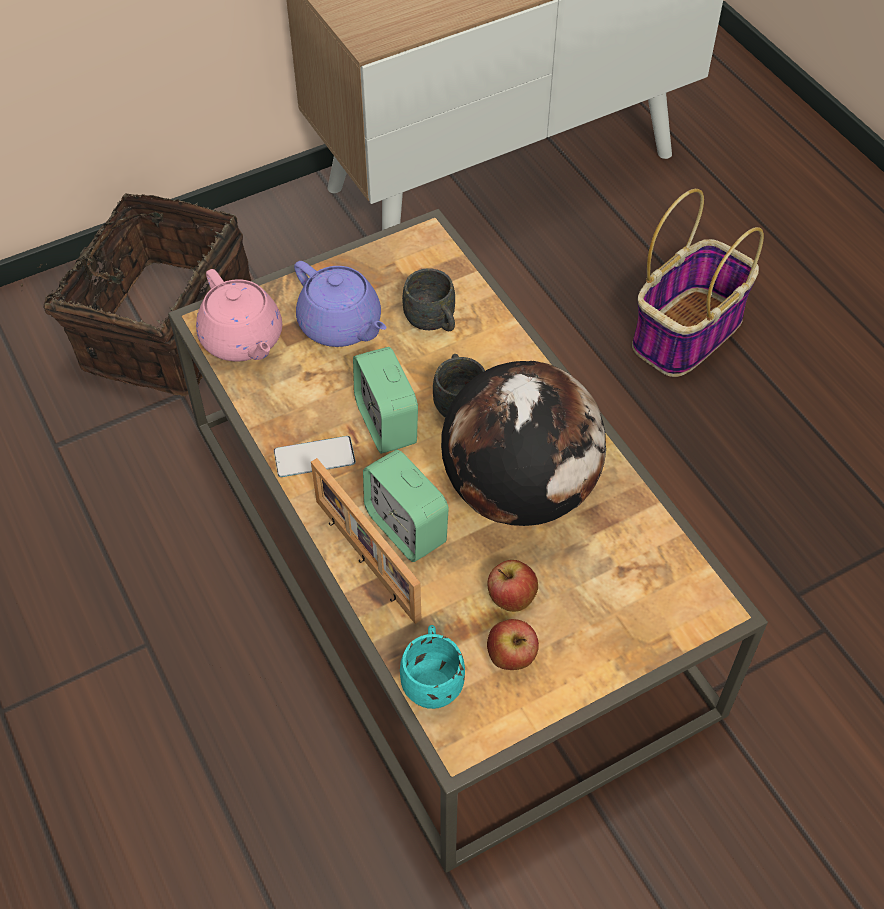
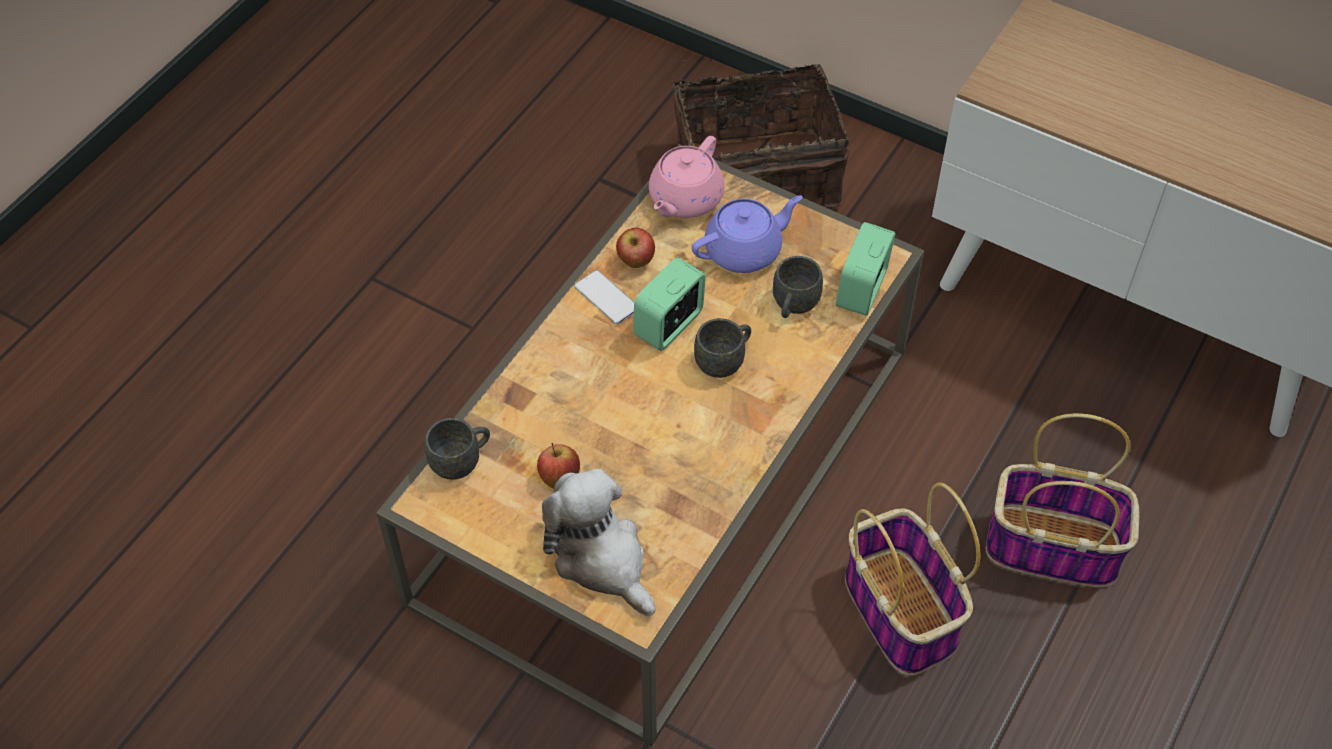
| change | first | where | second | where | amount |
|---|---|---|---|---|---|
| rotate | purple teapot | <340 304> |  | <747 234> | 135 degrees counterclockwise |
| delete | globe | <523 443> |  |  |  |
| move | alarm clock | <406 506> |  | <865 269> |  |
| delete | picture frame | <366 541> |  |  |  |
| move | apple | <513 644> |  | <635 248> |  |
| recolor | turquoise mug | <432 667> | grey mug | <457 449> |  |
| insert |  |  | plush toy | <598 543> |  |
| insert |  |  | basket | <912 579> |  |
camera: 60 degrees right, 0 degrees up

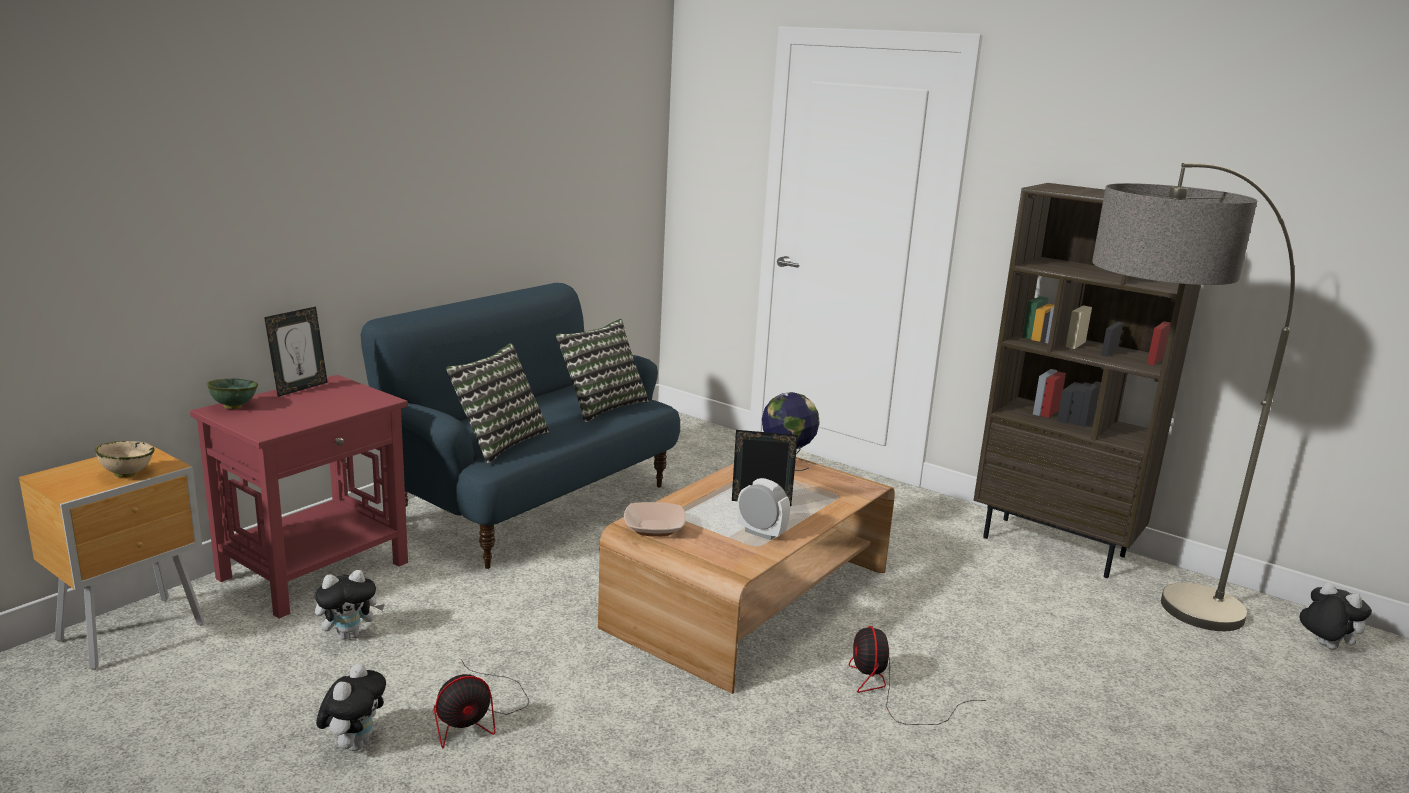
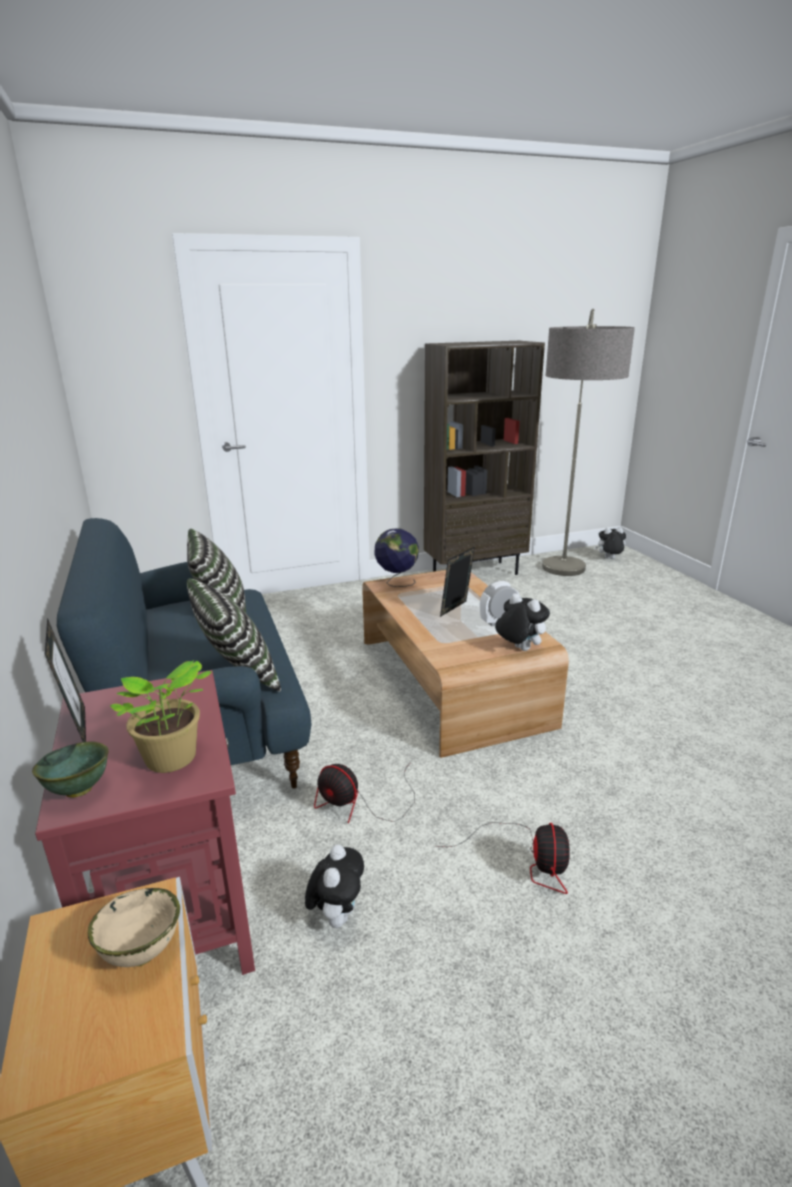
| change | first | where | second | where | amount |
|---|---|---|---|---|---|
| delete | bowl | <655 519> |  |  |  |
| move | fan | <918 675> |  | <364 792> |  |
| move | plush toy | <351 707> |  | <522 622> |  |
| insert |  |  | potted plant | <161 716> |  |
camera: 55 degrees left, 5 degrees up

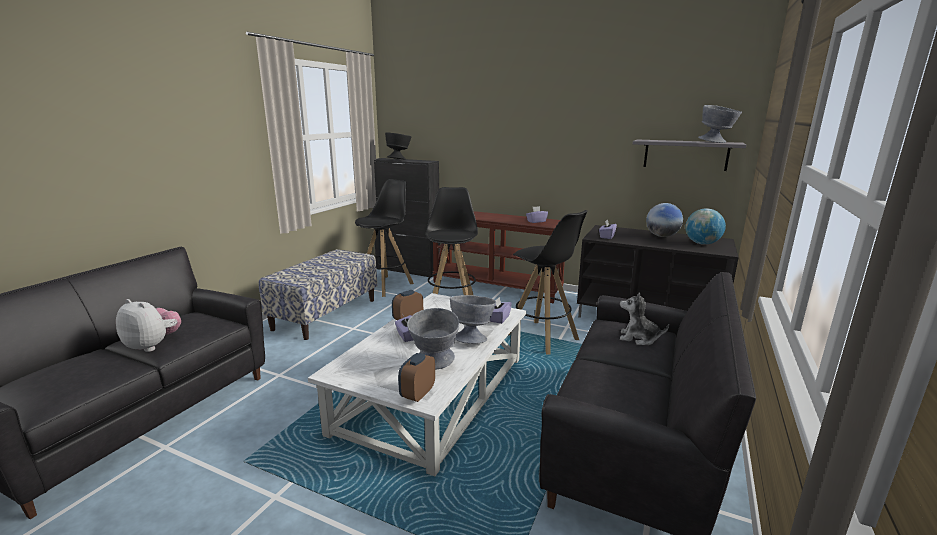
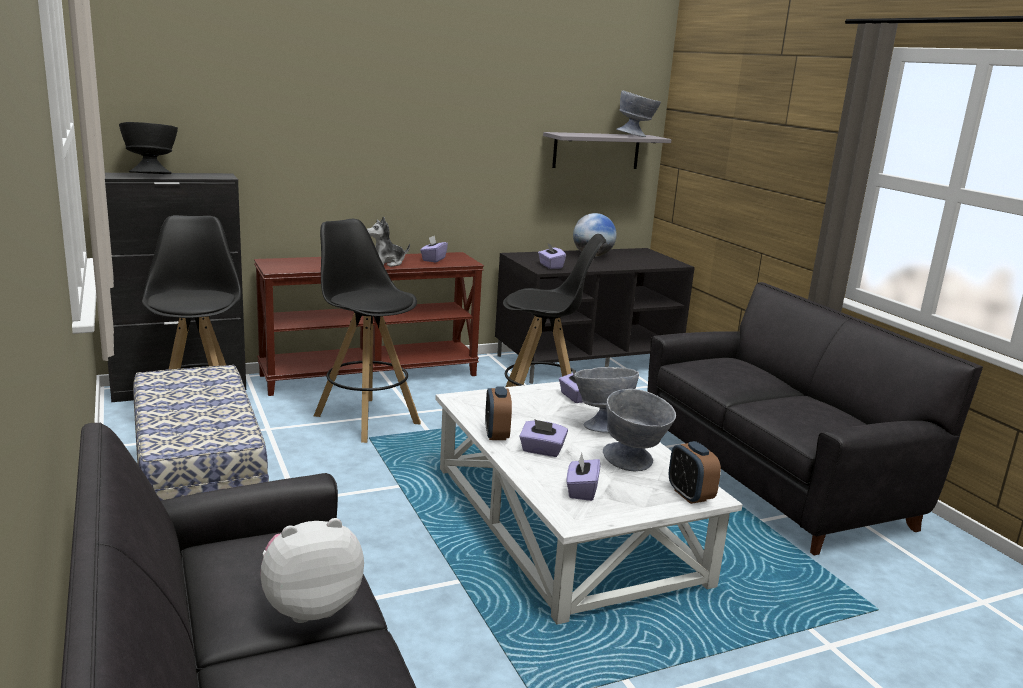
| change | first | where | second | where | amount |
|---|---|---|---|---|---|
| delete | globe | <705 227> |  |  |  |
| move | plush toy | <644 318> |  | <388 241> |  |
| insert |  |  | purple tissue box | <583 477> |  |
camera: 50 degrees left, 0 degrees up

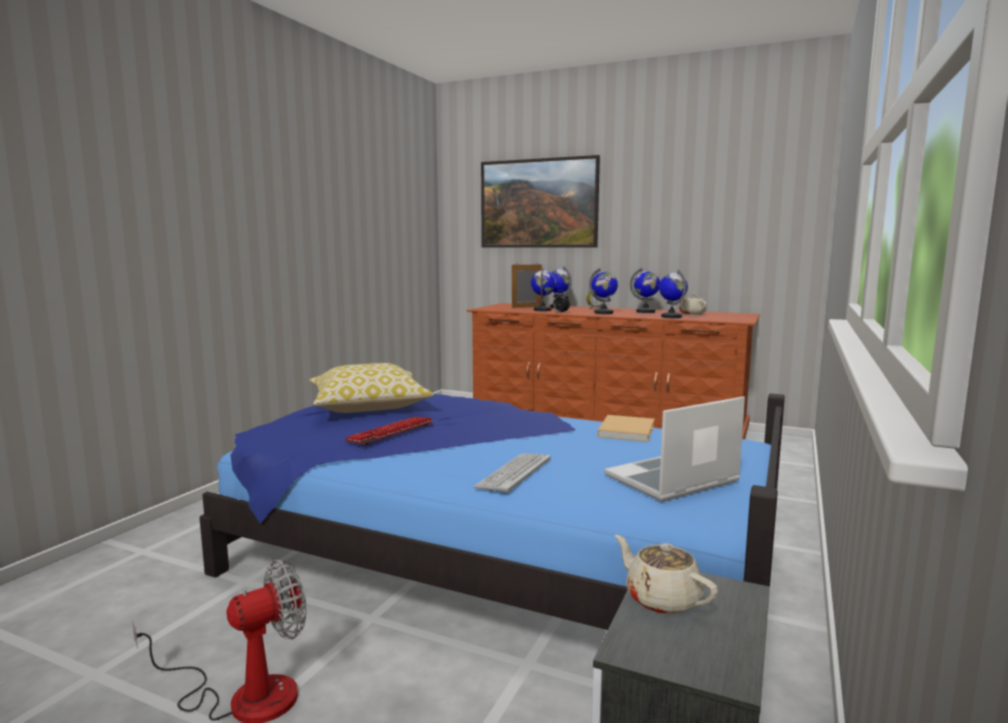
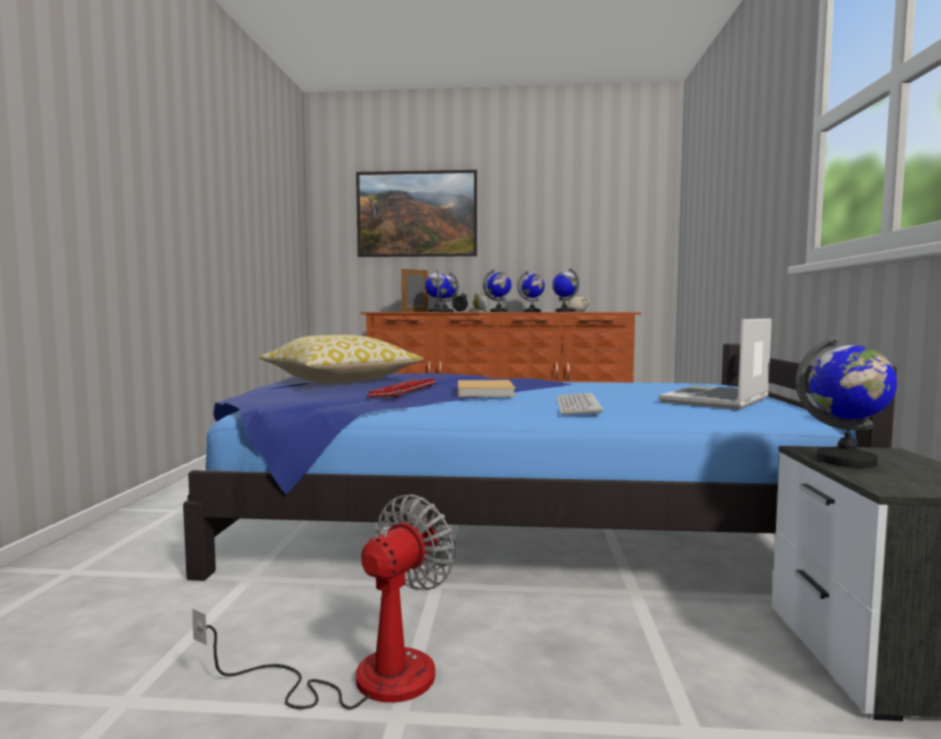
| change | first | where | second | where | amount |
|---|---|---|---|---|---|
| move | beige book | <626 428> |  | <487 388> |  |
| replace | beige teapot | <666 575> | globe | <846 401> |  |
camera: 20 degrees left, 5 degrees down

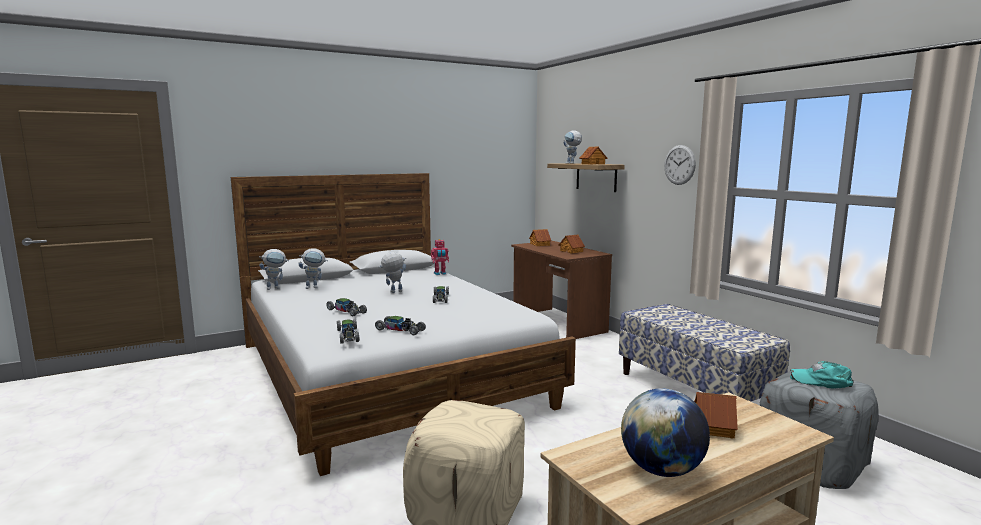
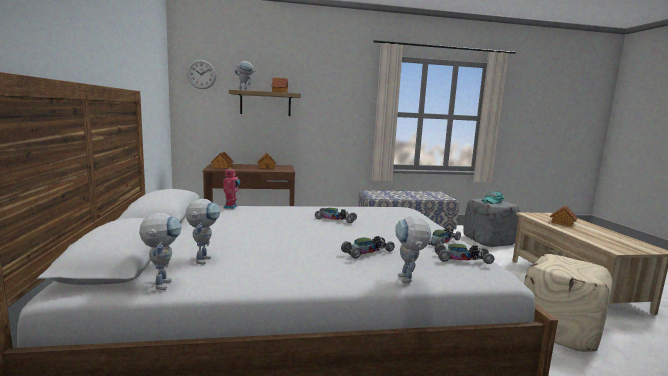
| change | first | where | second | where | amount |
|---|---|---|---|---|---|
| move | wall clock | <680 165> |  | <202 74> |  |
| move | toy robot | <392 272> |  | <413 249> |  |
| delete | globe | <665 432> |  |  |  |
camera: 70 degrees left, 0 degrees up

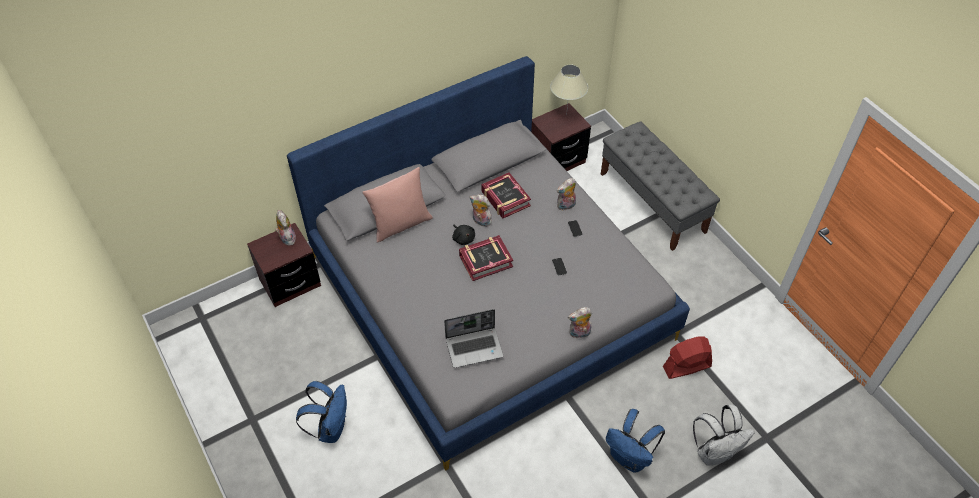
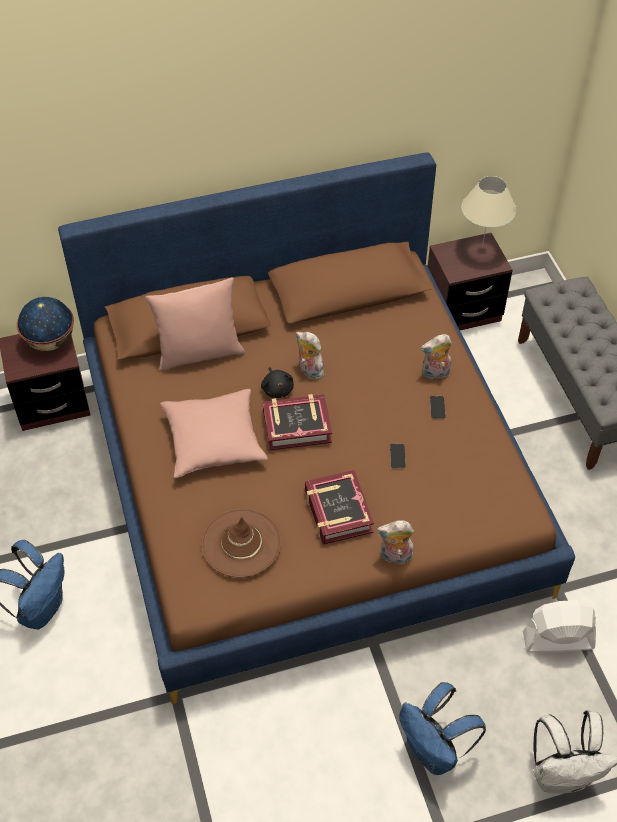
| change | first | where | second | where | amount |
|---|---|---|---|---|---|
| recolor | grey bed | <488 263> | brown bed | <316 428> |  |
| move | book | <506 196> |  | <339 507> |  |
| replace | plush toy | <285 228> | globe | <45 324> |  |
| replace | laptop | <473 338> | brown hat | <241 543> |  |
| recolor | red fan | <687 358> | white fan | <560 626> |  |
| insert |  |  | pink pillow | <214 433> |  |
camera: 15 degrees right, 0 degrees up

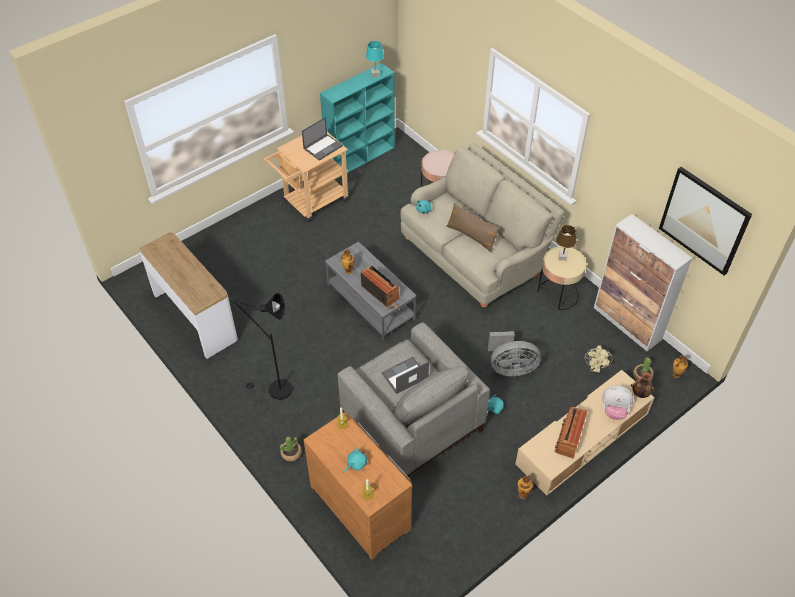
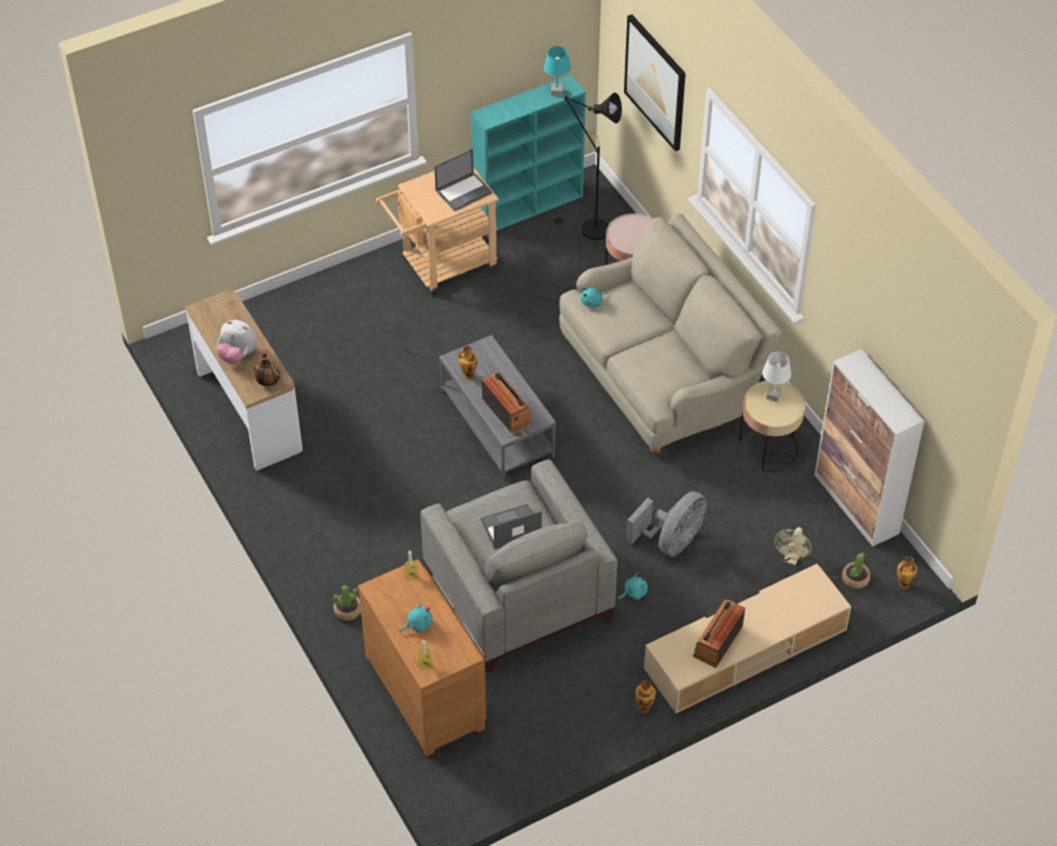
| change | first | where | second | where | amount |
|---|---|---|---|---|---|
| move | picture | <705 221> |  | <655 82> |  |
| delete | brown pillow | <473 228> |  |  |  |
| recolor | brown table lamp | <566 243> | white table lamp | <776 377> |  |
| move | black floor lamp | <263 346> |  | <586 166> |  |
| rotate | grey fan | <514 353> |  | <666 523> | 60 degrees counterclockwise |
| move | vase | <643 385> |  | <267 368> |  |
| move | plush toy | <617 403> |  | <237 342> |  |
camera: 10 degrees right, 0 degrees up

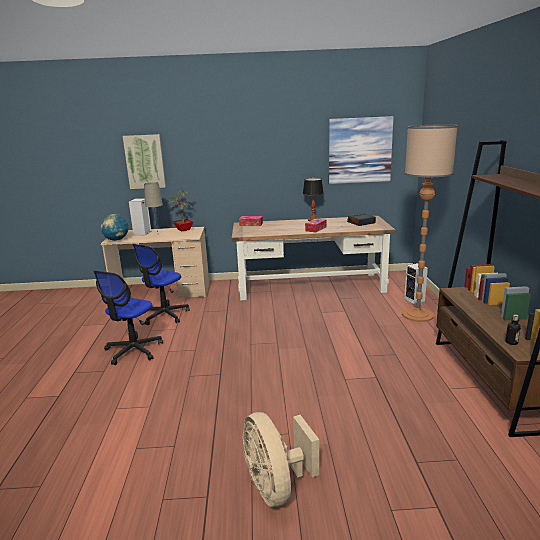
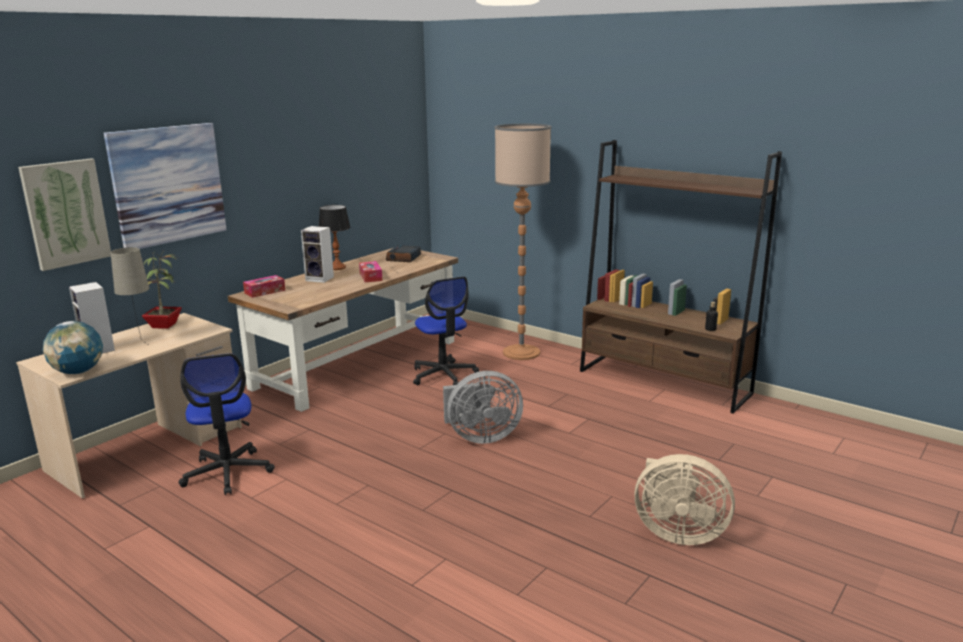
| change | first | where | second | where | amount |
|---|---|---|---|---|---|
| move | picture | <361 150> |  | <165 186> |  |
| move | speaker | <416 283> |  | <317 254> |  |
| move | office chair | <128 317> |  | <446 330> |  |
| insert |  |  | grey fan | <483 407> |  |
camera: 50 degrees left, 0 degrees up

